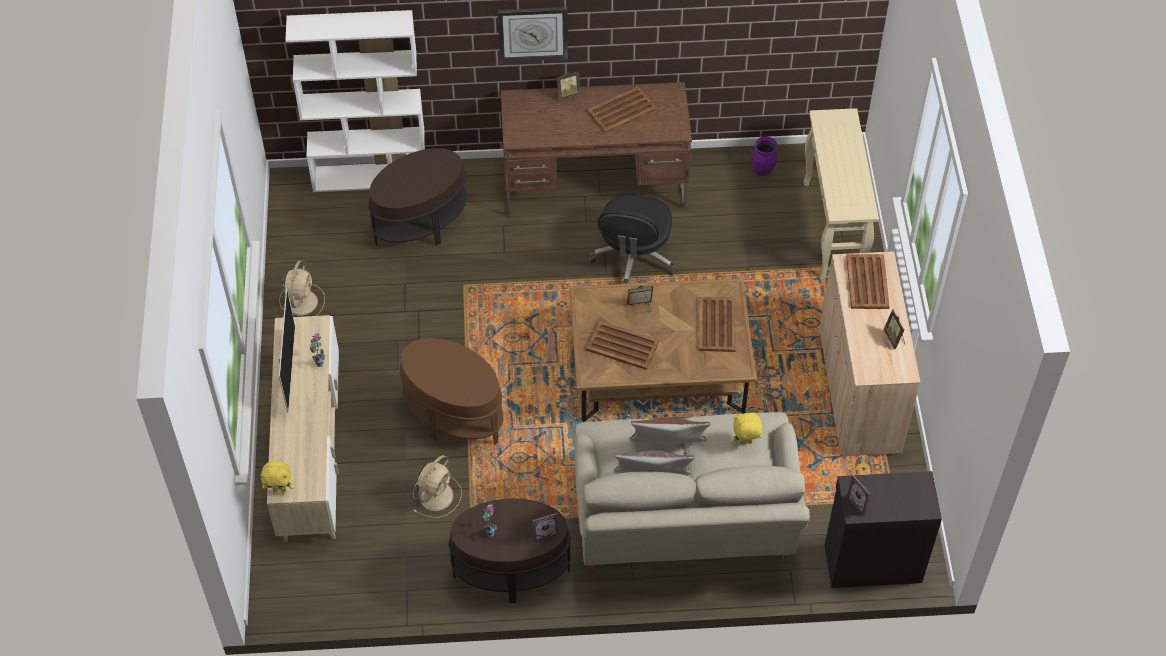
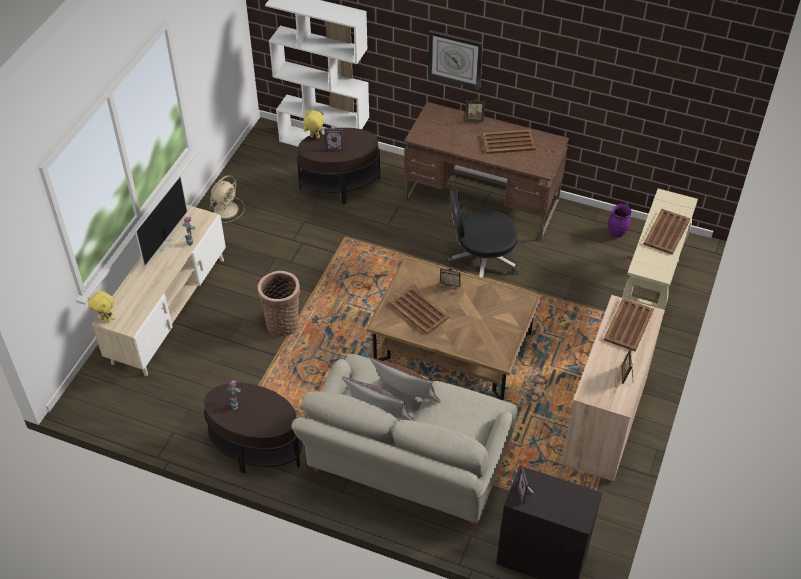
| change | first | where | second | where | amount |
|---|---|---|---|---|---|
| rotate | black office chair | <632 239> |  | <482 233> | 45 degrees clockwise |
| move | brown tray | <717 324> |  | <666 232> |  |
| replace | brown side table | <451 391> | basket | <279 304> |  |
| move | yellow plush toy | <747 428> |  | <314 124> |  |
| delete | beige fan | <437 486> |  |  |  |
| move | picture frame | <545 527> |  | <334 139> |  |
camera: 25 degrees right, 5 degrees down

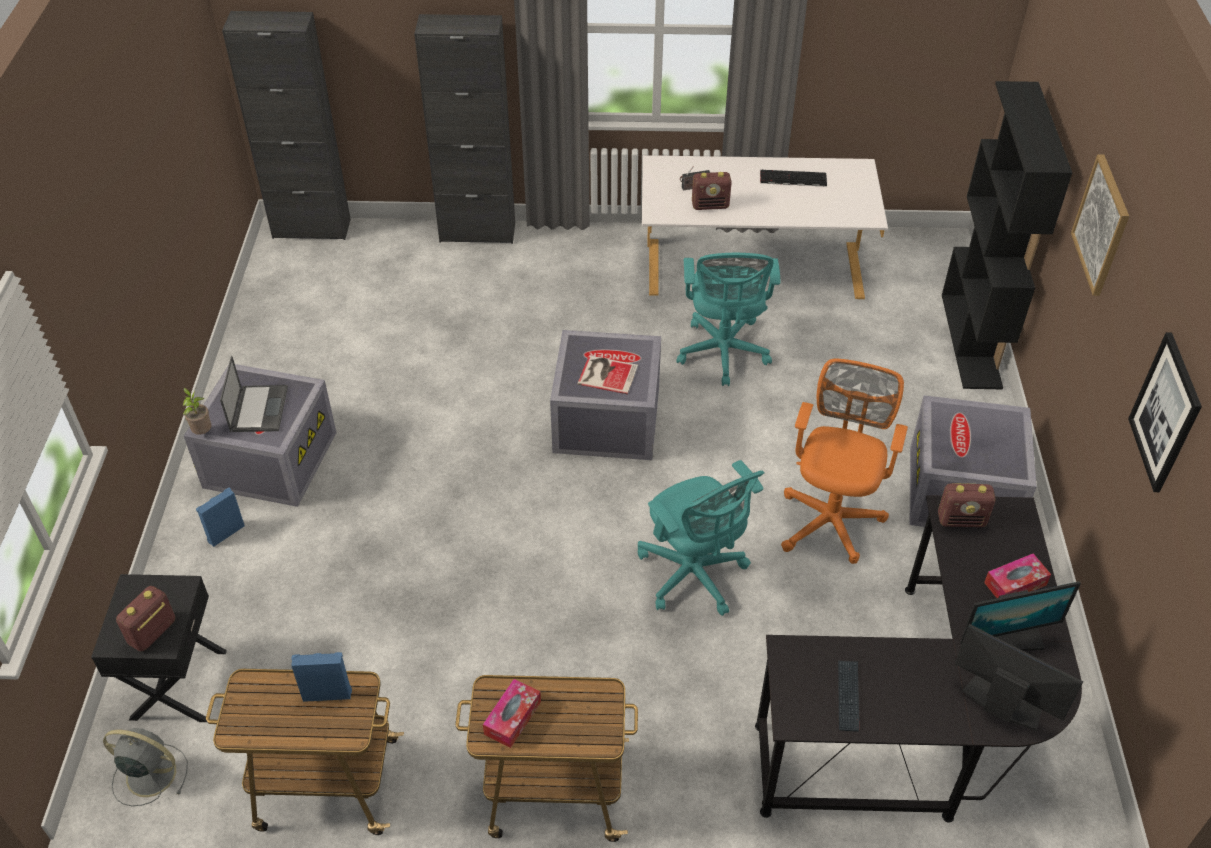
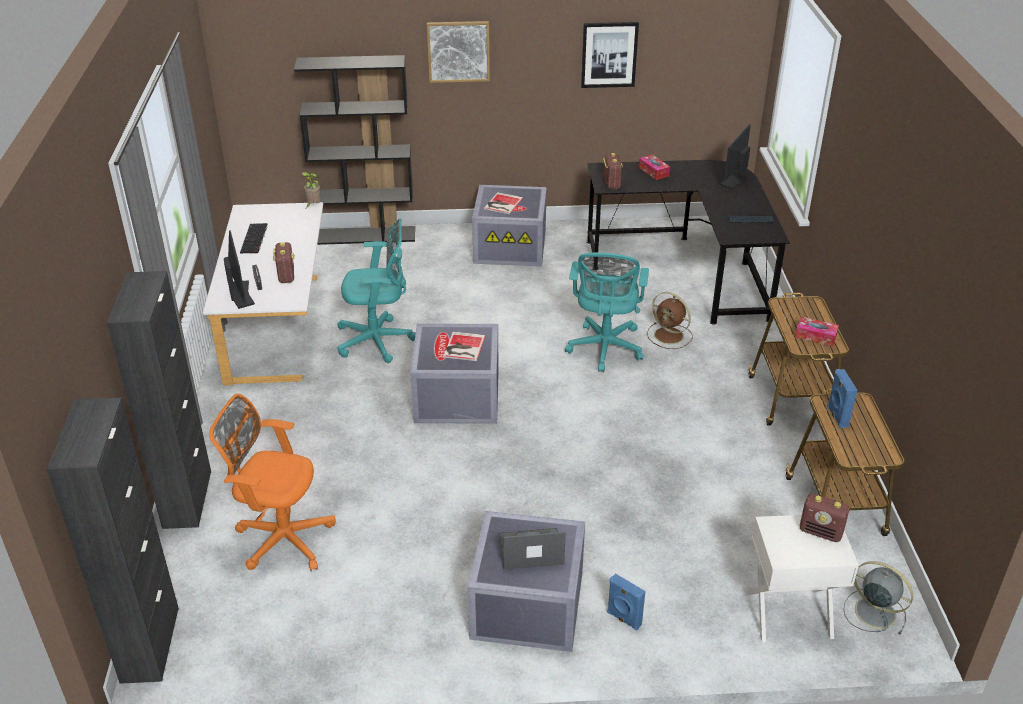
| change | first | where | second | where | amount |
|---|---|---|---|---|---|
| move | orange office chair | <844 461> |  | <272 482> |  |
| move | potted plant | <197 411> |  | <310 190> |  |
| rotate | turquoise office chair | <701 538> |  | <607 312> | 135 degrees clockwise |
| recolor | black nightstand | <159 648> | white nightstand | <802 579> |  |
| move | monitor | <1020 616> |  | <239 269> |  |
| rotate | grey fan | <145 767> |  | <878 598> | 120 degrees clockwise |
| insert |  |  | book | <503 203> |  |
| insert |  |  | brown fan | <670 320> |  |
camera: 95 degrees left, 10 degrees down

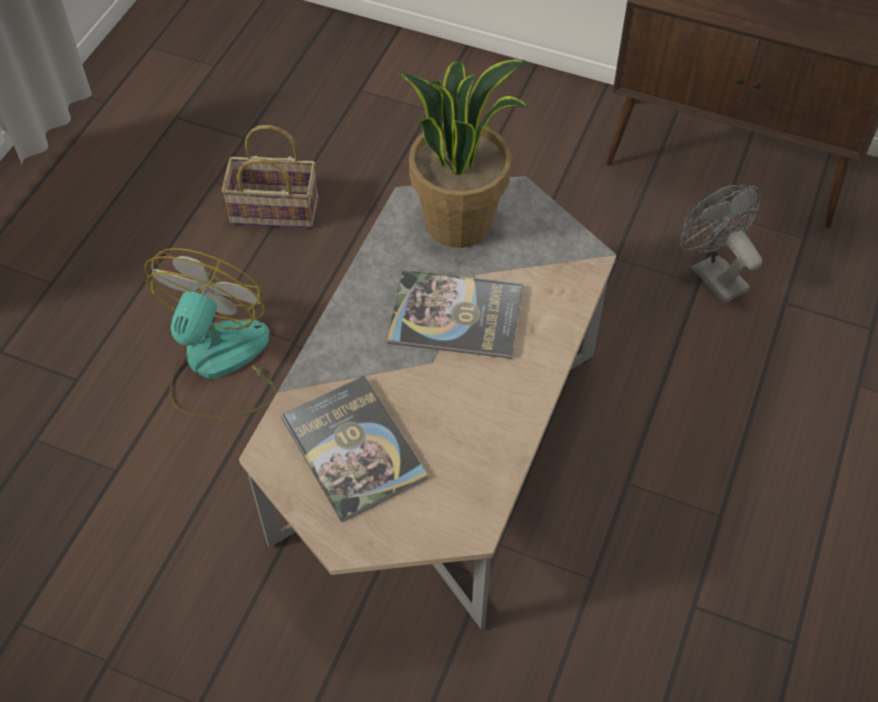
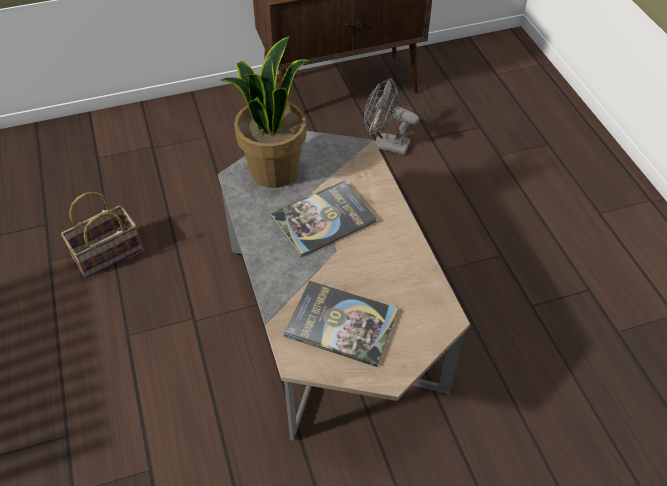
| change | first | where | second | where | amount |
|---|---|---|---|---|---|
| delete | fan | <210 333> |  |  |  |
camera: 40 degrees left, 5 degrees down

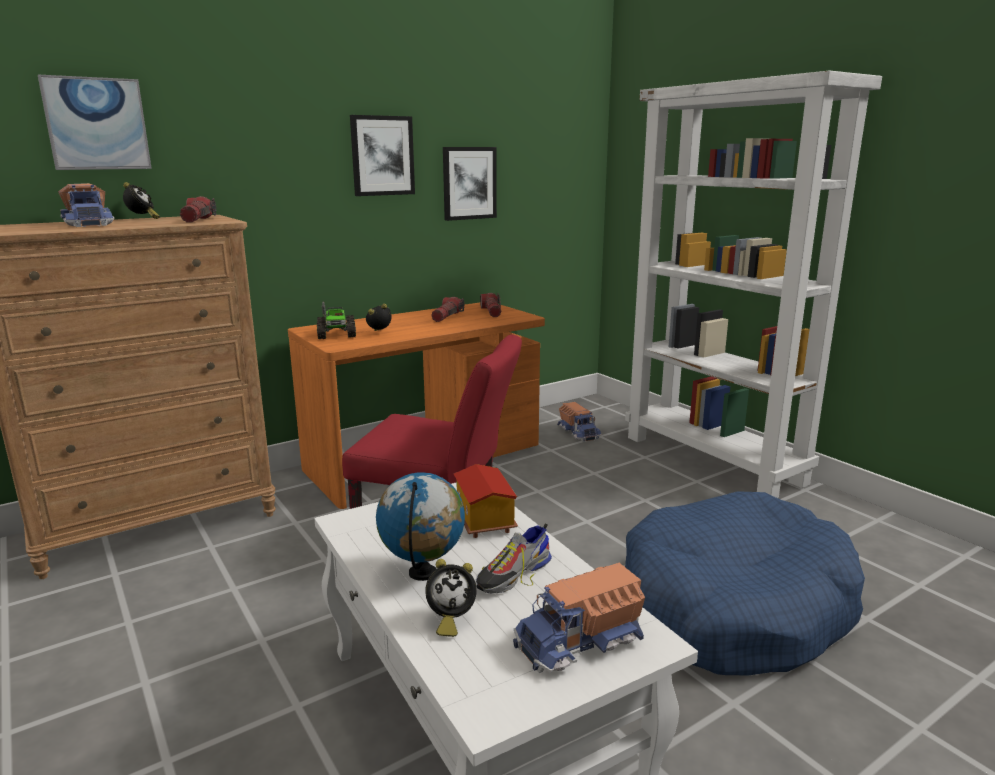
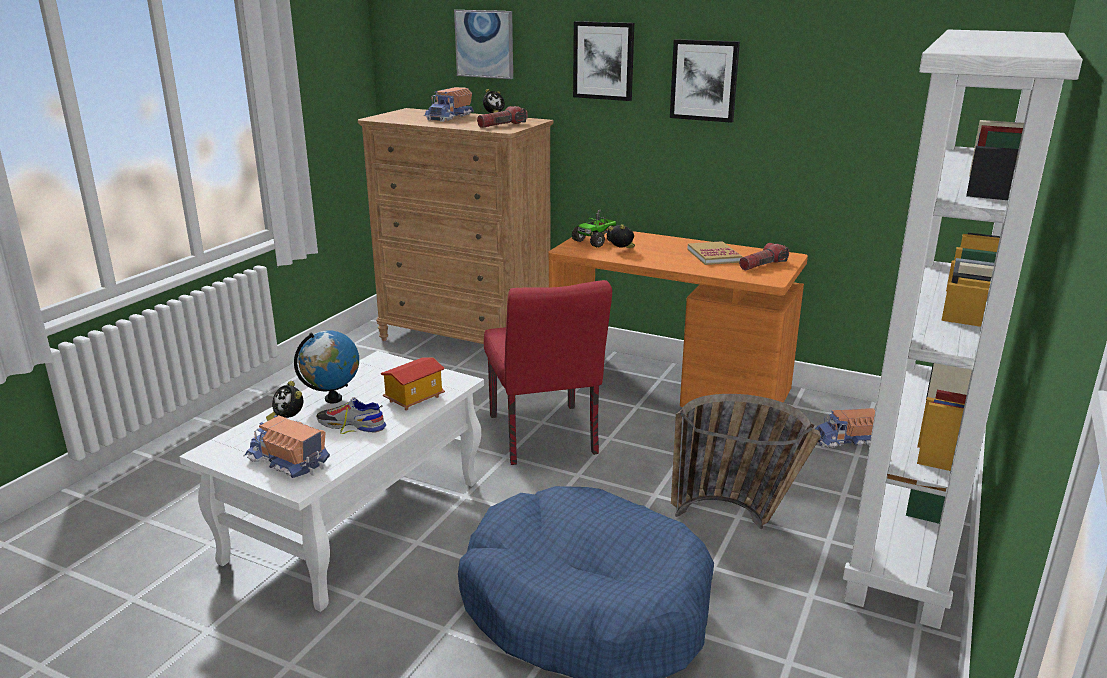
| change | first | where | second | where | amount |
|---|---|---|---|---|---|
| move | picture | <470 184> |  | <603 61> |  |
| replace | flashlight | <448 309> | book | <714 253> |  |
| rotate | toy truck | <579 422> |  | <845 428> | 45 degrees clockwise |
| insert |  |  | basket | <746 461> |  |
camera: 60 degrees right, 5 degrees up

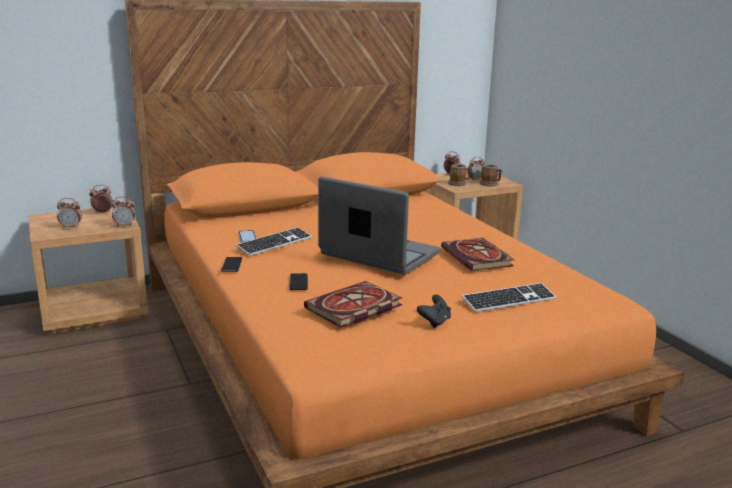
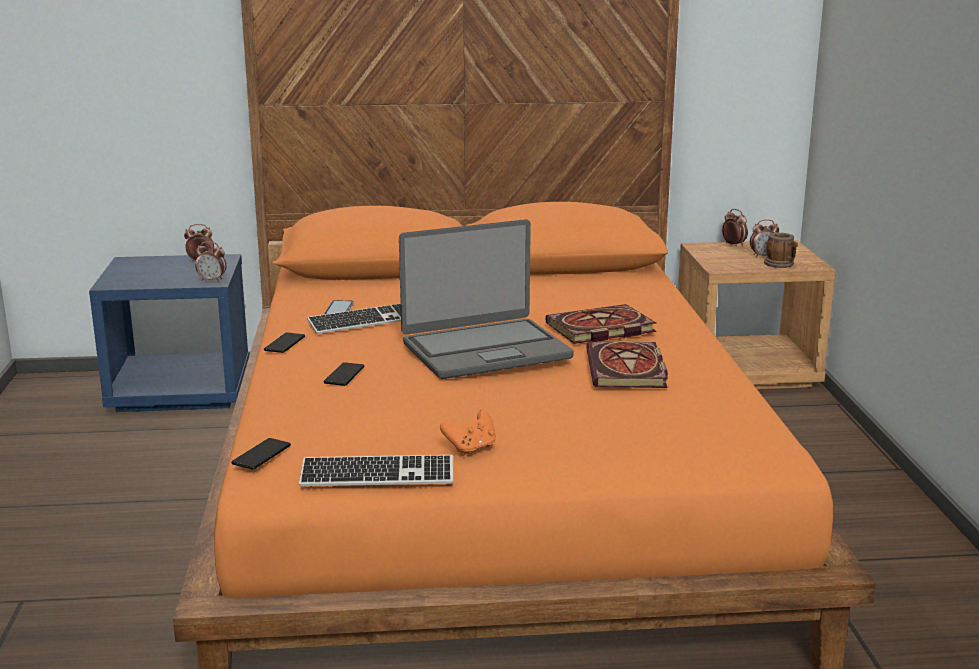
| change | first | where | second | where | amount |
|---|---|---|---|---|---|
| delete | mug | <460 175> |  |  |  |
| rotate | laptop | <379 225> |  | <486 299> | 105 degrees clockwise |
| delete | alarm clock | <69 213> |  |  |  |
| recolor | brown nightstand | <89 270> | blue nightstand | <169 333> |  |
| move | book | <353 304> |  | <601 324> |  |
| move | keyboard | <509 297> |  | <376 470> |  |
| recolor | black game controller | <434 311> | orange game controller | <468 433> |  |
| insert |  |  | phone | <261 453> |  |
camera: 20 degrees right, 0 degrees up

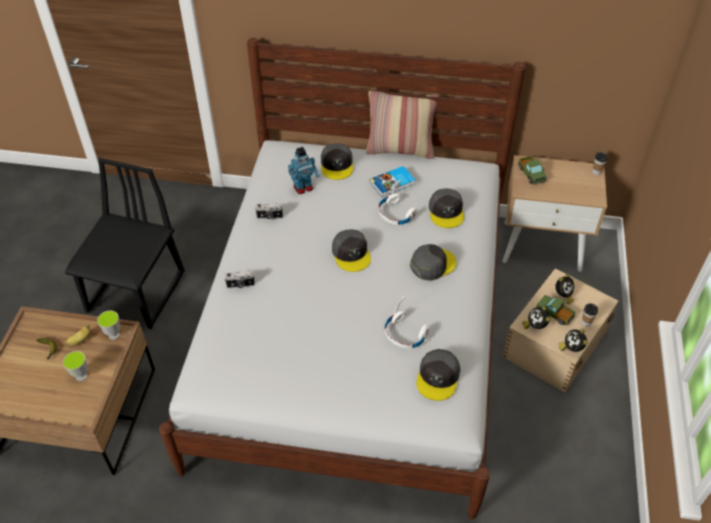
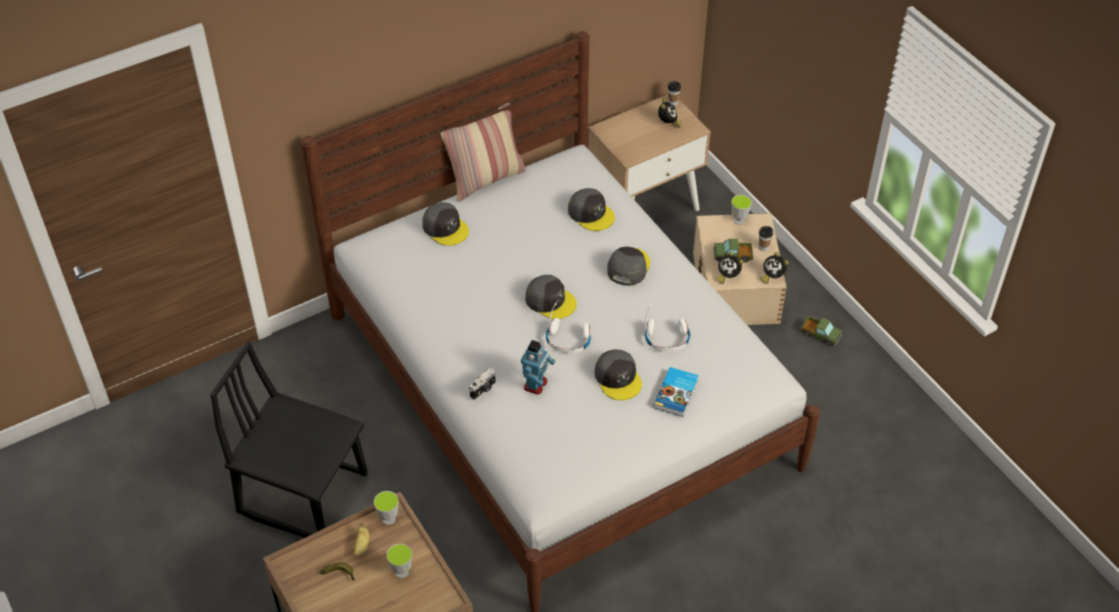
| change | first | where | second | where | amount |
|---|---|---|---|---|---|
| move | toy robot | <303 170> |  | <538 367> |  |
| move | toy truck | <532 170> |  | <821 331> |  |
| rotate | black chair | <125 243> |  | <288 440> | 45 degrees counterclockwise |
| move | book | <392 181> |  | <676 392> |  |
| move | white headphones | <397 202> |  | <568 328> |  |
| delete | photo camera | <269 211> |  |  |  |
| move | alarm clock | <564 289> |  | <669 113> |  |
| move | grey cap | <438 375> |  | <618 374> |  |
| insert |  |  | cup | <741 210> |  |
camera: 40 degrees left, 0 degrees up

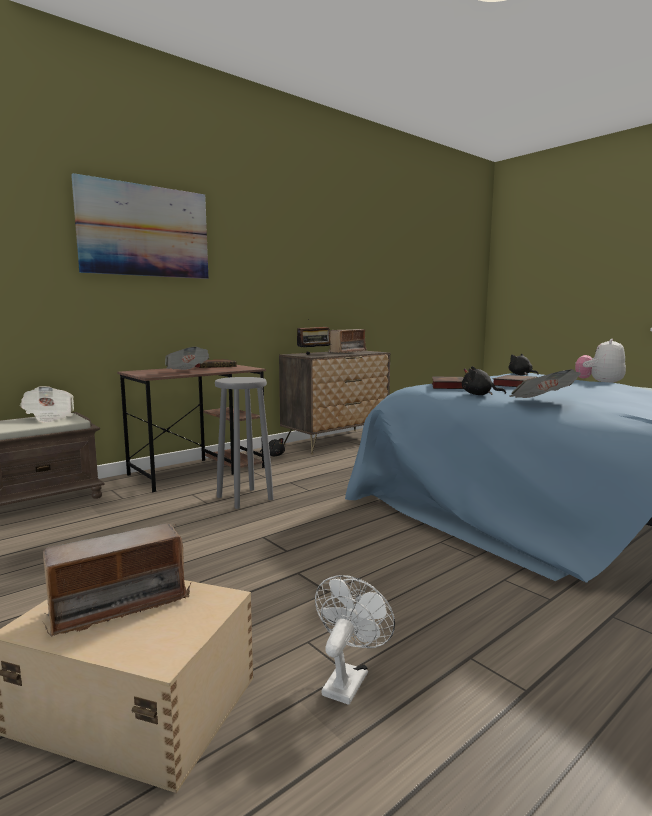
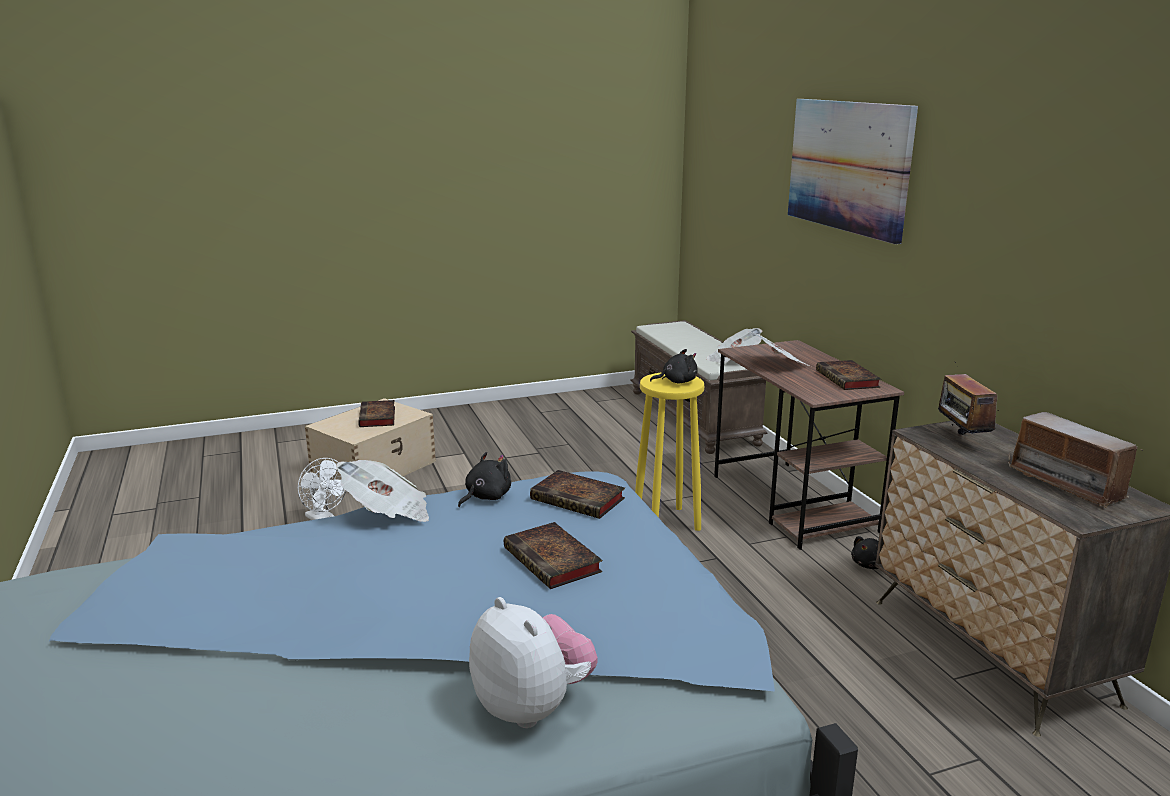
| change | first | where | second | where | amount |
|---|---|---|---|---|---|
| move | black plush toy | <524 364> |  | <674 366> |  |
| recolor | grey stool | <244 443> | yellow stool | <669 451> |  |
| replace | radio | <116 580> | book | <376 413> |  |
camera: 110 degrees right, 10 degrees up

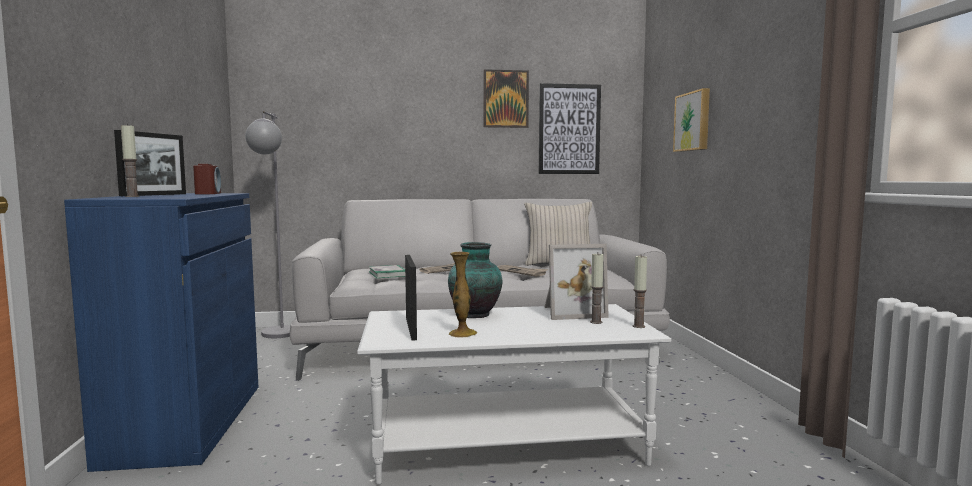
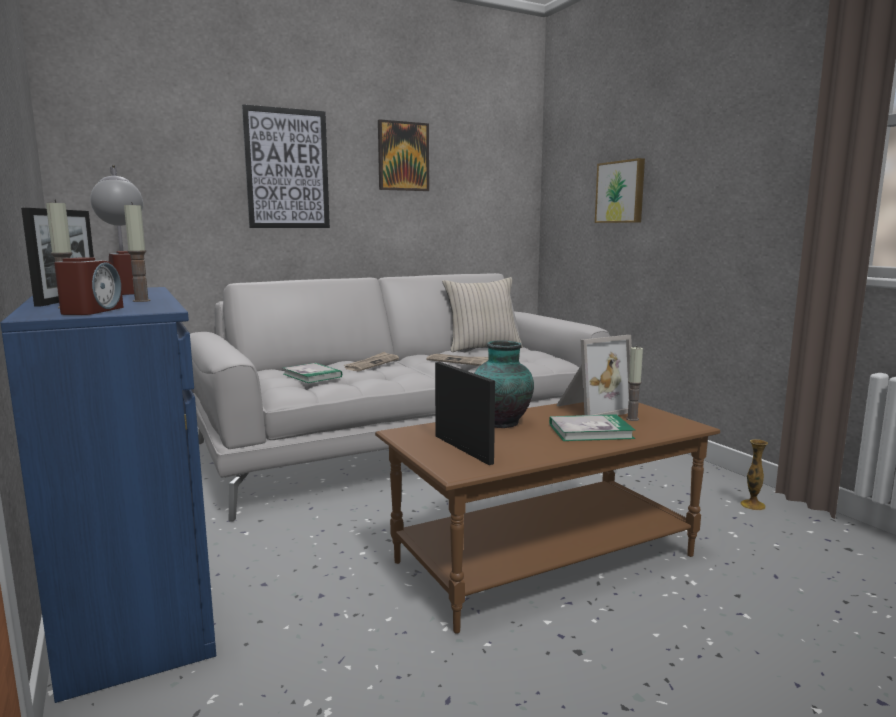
| change | first | where | second | where | amount |
|---|---|---|---|---|---|
| move | picture | <570 128> |  | <286 166> |  |
| move | vase | <463 295> |  | <754 474> |  |
| move | candle | <640 291> |  | <137 252> |  |
| recolor | white coffee table | <514 394> | brown coffee table | <547 518> |  |
| insert |  |  | alarm clock | <89 286> |  |
| insert |  |  | book | <592 427> |  |
camera: 20 degrees left, 5 degrees up

